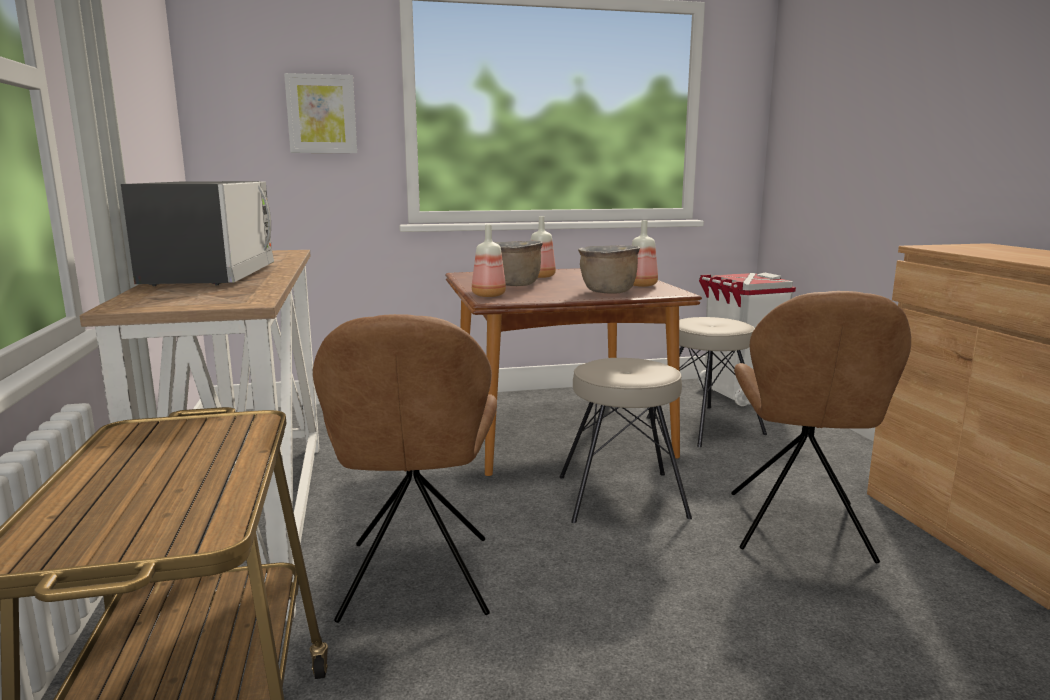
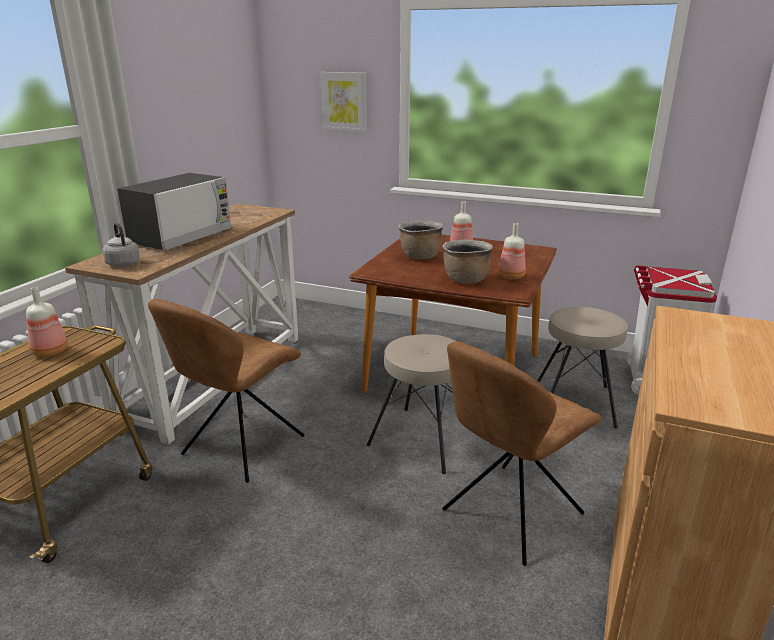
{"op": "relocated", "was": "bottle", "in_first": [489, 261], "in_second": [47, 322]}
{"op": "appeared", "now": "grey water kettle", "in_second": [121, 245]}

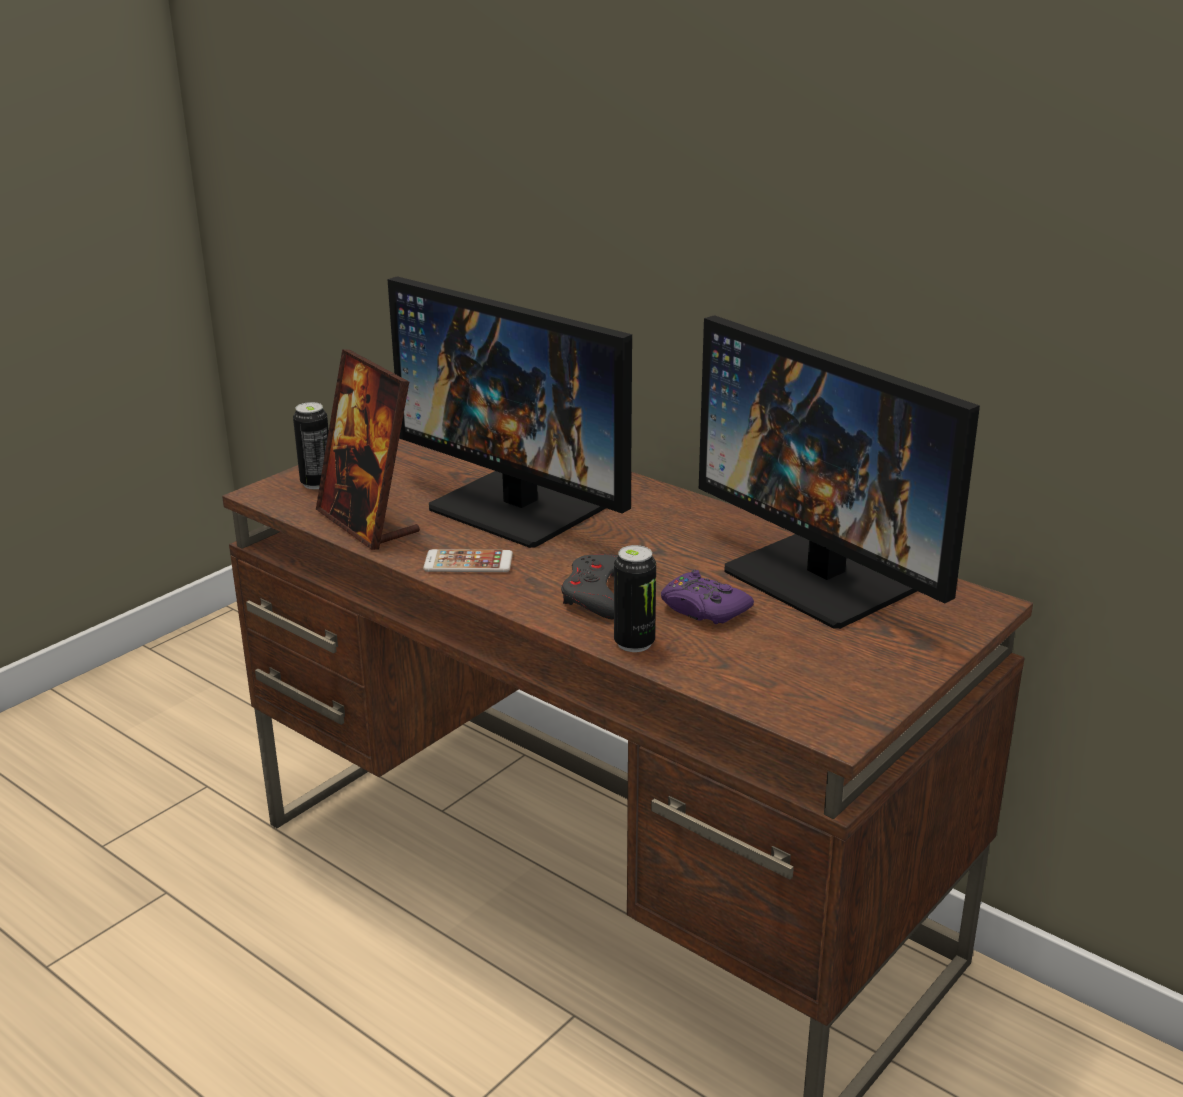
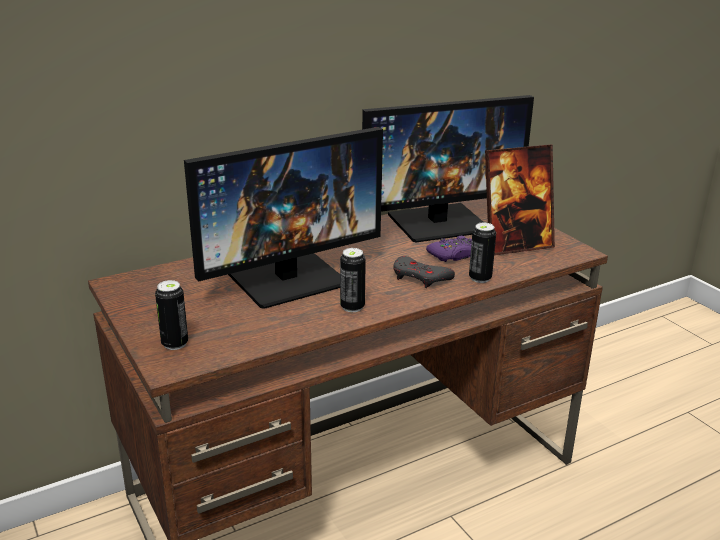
{"op": "relocated", "was": "photo frame", "in_first": [368, 449], "in_second": [520, 199]}
{"op": "exchanged", "was": "phone", "now": "metal can", "in_first": [468, 560], "in_second": [353, 280]}

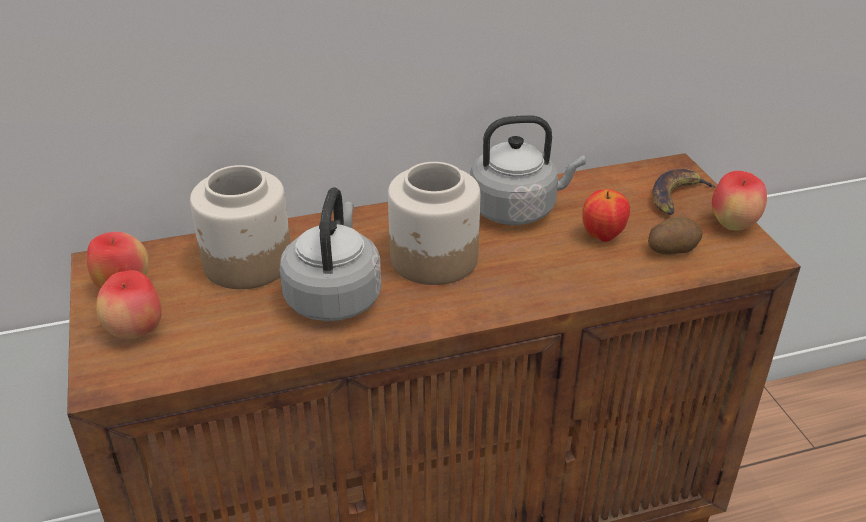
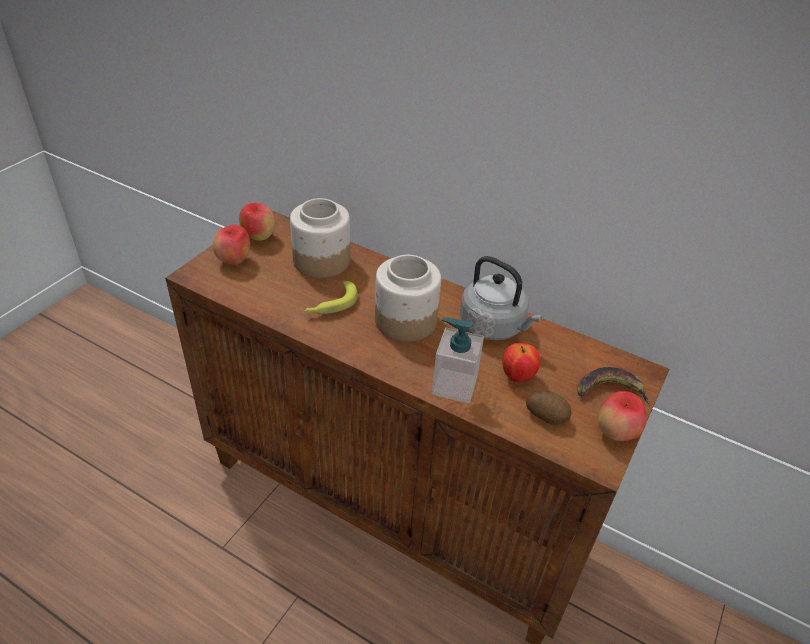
{"op": "exchanged", "was": "grey water kettle", "now": "whole banana", "in_first": [331, 254], "in_second": [331, 297]}
{"op": "appeared", "now": "soap bottle", "in_second": [458, 360]}

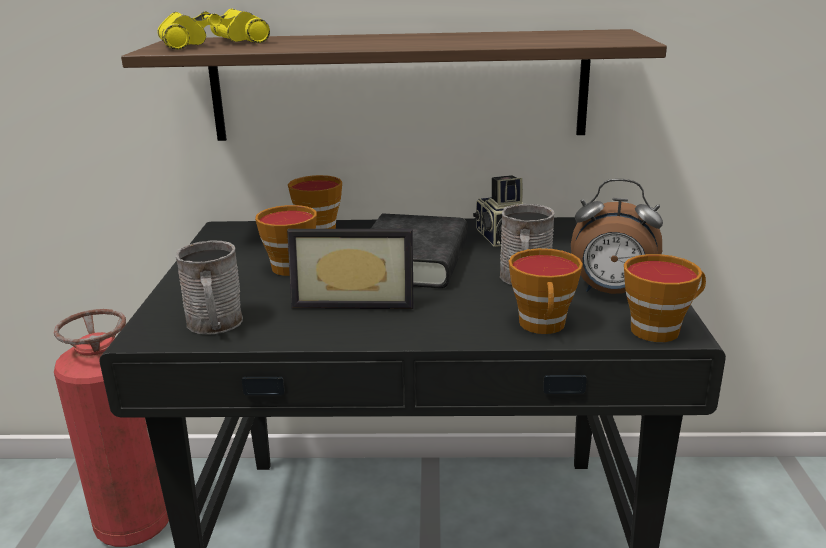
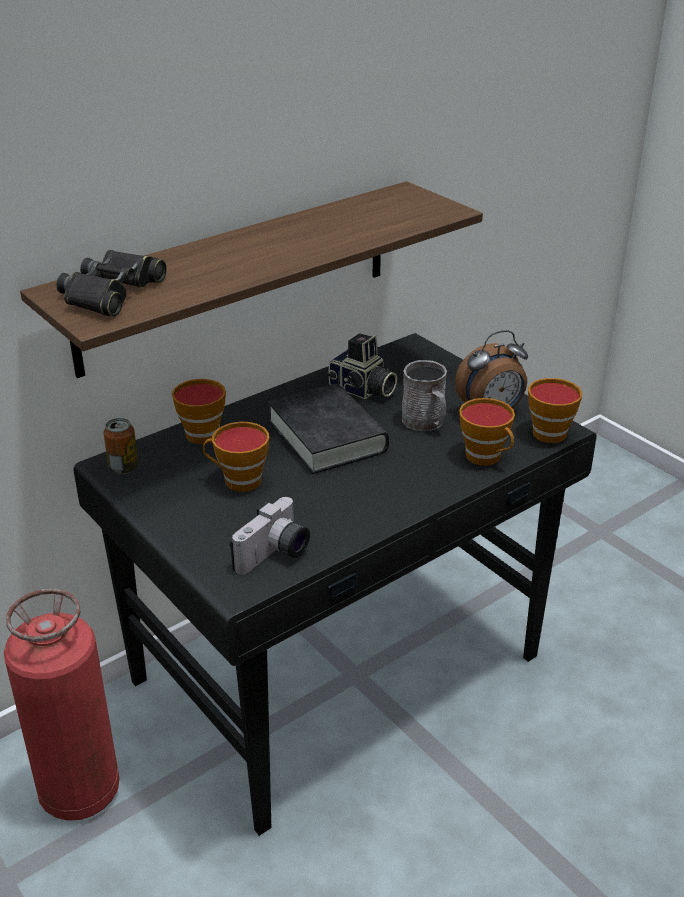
{"op": "colour", "was": "yellow field glasses", "now": "black-coloured field glasses", "in_first": [213, 29], "in_second": [112, 283]}
{"op": "missing", "was": "photo frame", "in_first": [350, 269]}
{"op": "exchanged", "was": "grey mug", "now": "still camera", "in_first": [209, 287], "in_second": [269, 536]}
{"op": "appeared", "now": "metal can", "in_second": [120, 446]}

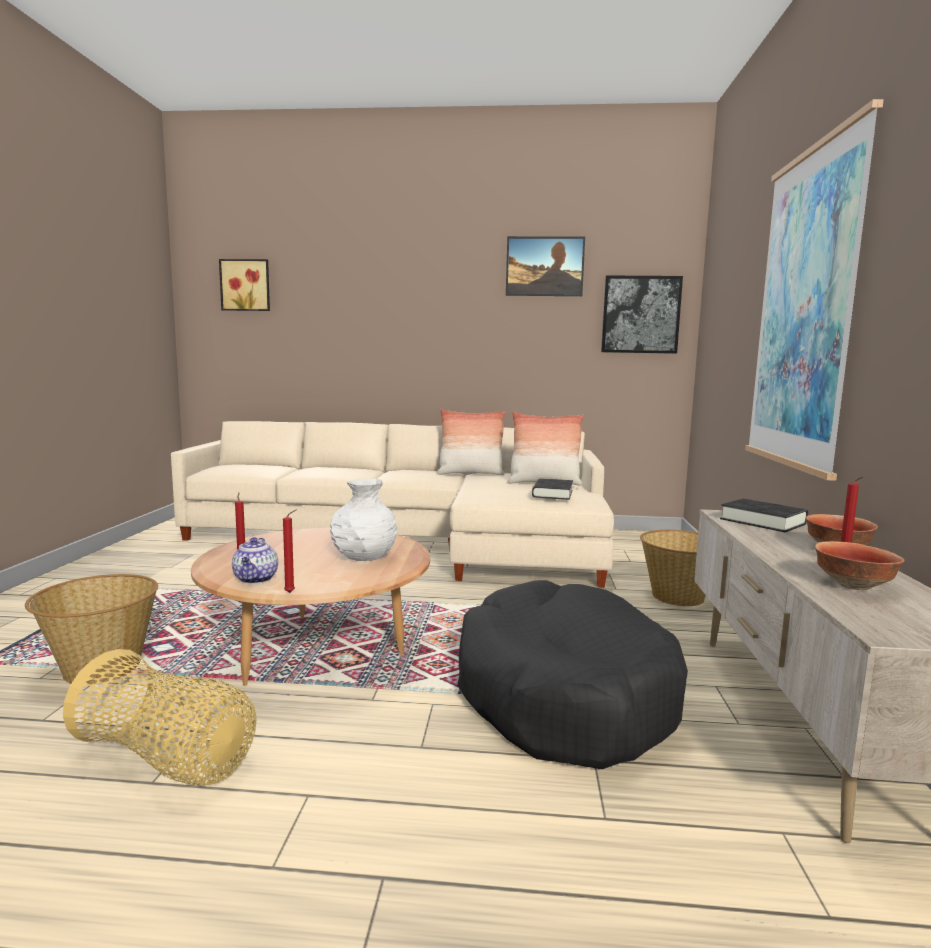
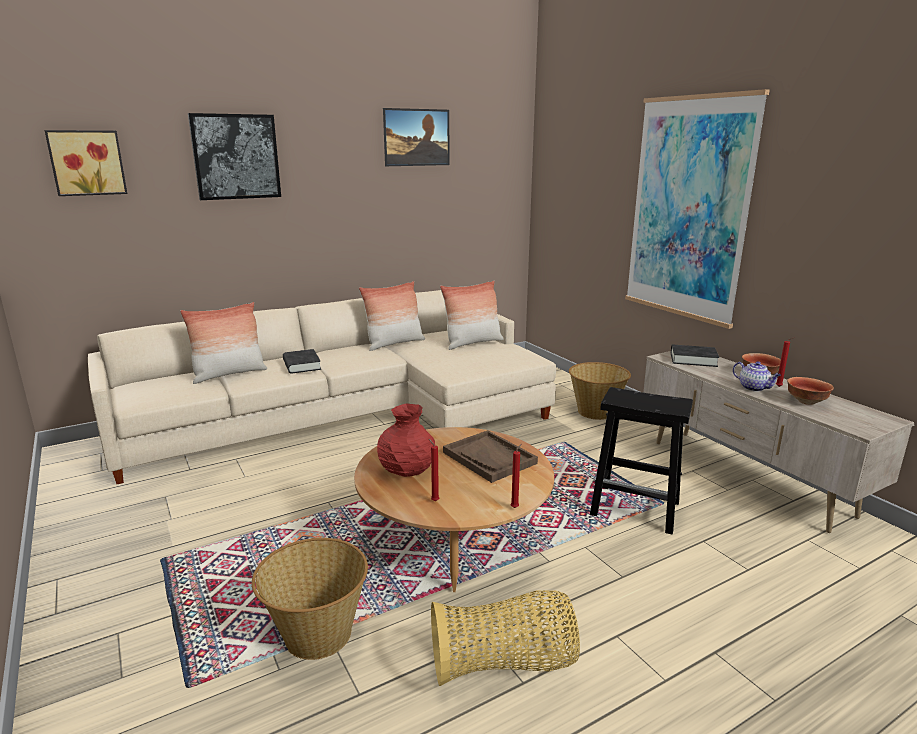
{"op": "relocated", "was": "picture", "in_first": [642, 315], "in_second": [234, 156]}
{"op": "relocated", "was": "black-coloured volume", "in_first": [552, 489], "in_second": [302, 361]}
{"op": "exchanged", "was": "whitish vase", "now": "brownish tray", "in_first": [363, 520], "in_second": [490, 456]}
{"op": "relocated", "was": "pot for tea", "in_first": [255, 560], "in_second": [757, 376]}
{"op": "exchanged", "was": "black-coloured pet bed", "now": "black-coloured stool", "in_first": [573, 674], "in_second": [641, 460]}
{"op": "appeared", "now": "pillow", "in_second": [223, 343]}
{"op": "appeared", "now": "red-coloured vase", "in_second": [406, 440]}

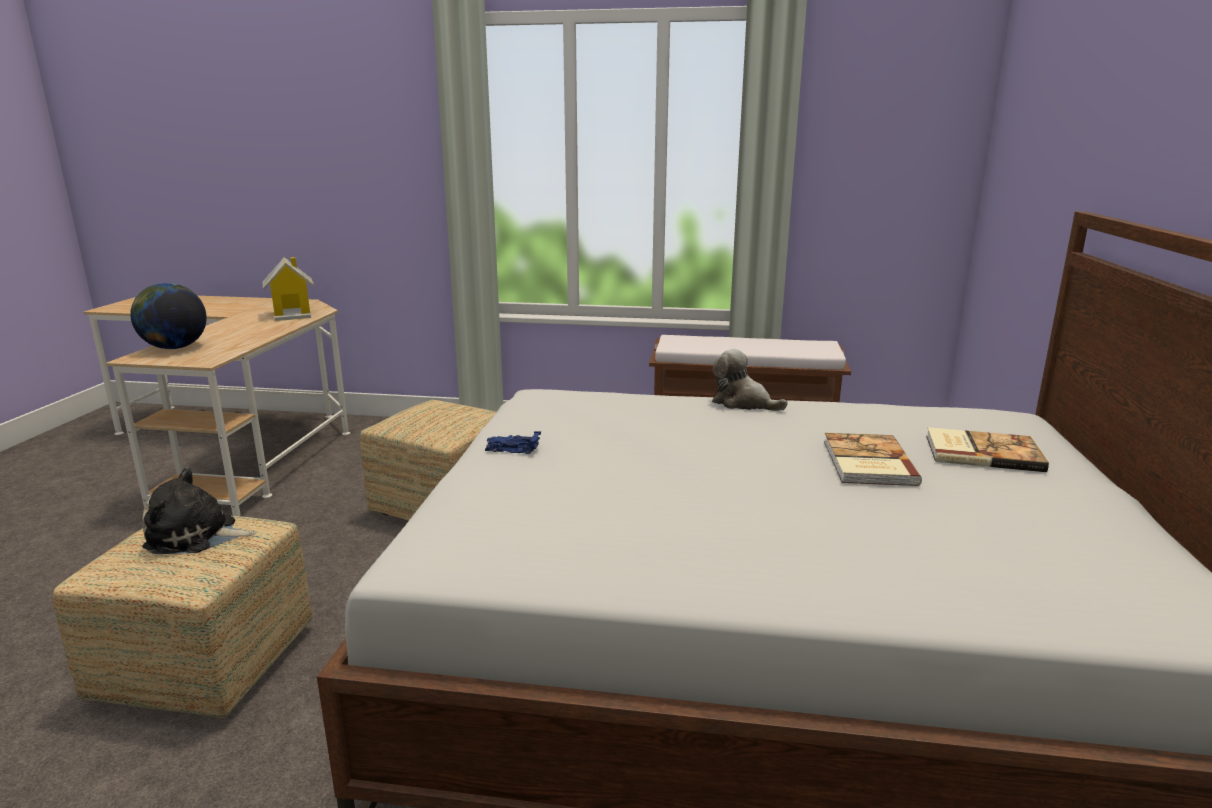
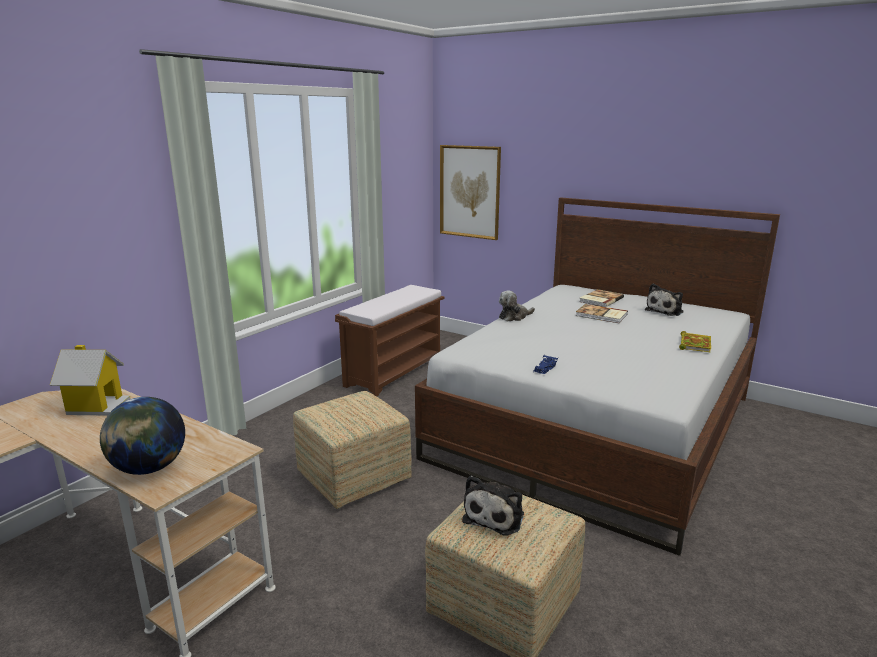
{"op": "appeared", "now": "picture", "in_second": [470, 192]}
{"op": "appeared", "now": "soft toy", "in_second": [664, 299]}
{"op": "appeared", "now": "volume", "in_second": [695, 341]}

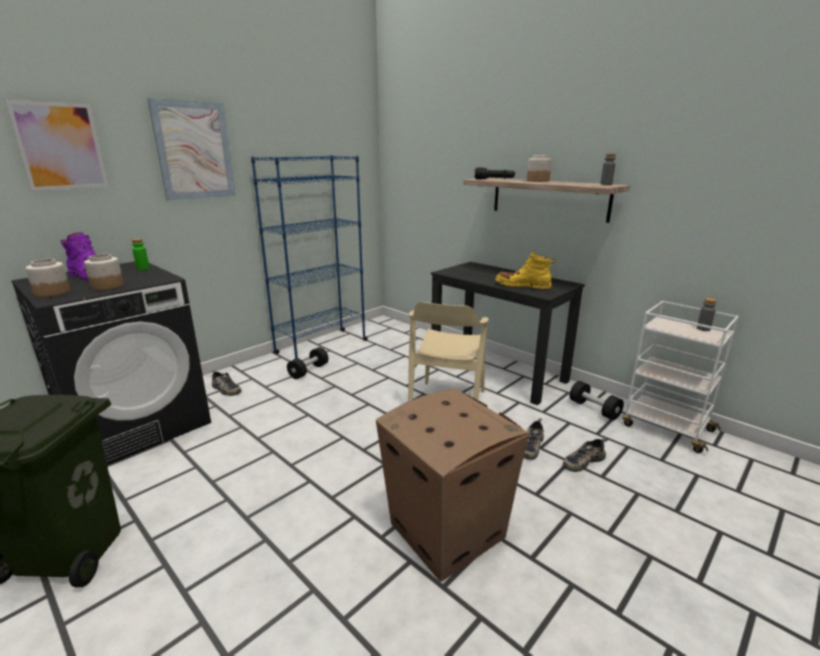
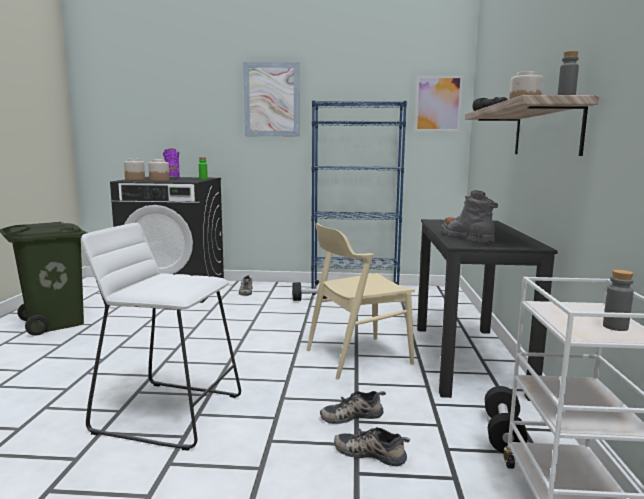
{"op": "relocated", "was": "picture", "in_first": [57, 145], "in_second": [438, 104]}
{"op": "colour", "was": "yellow high-top boot", "now": "grey high-top boot", "in_first": [525, 269], "in_second": [470, 216]}
{"op": "exchanged", "was": "carton", "now": "whitish stool", "in_first": [452, 485], "in_second": [161, 337]}

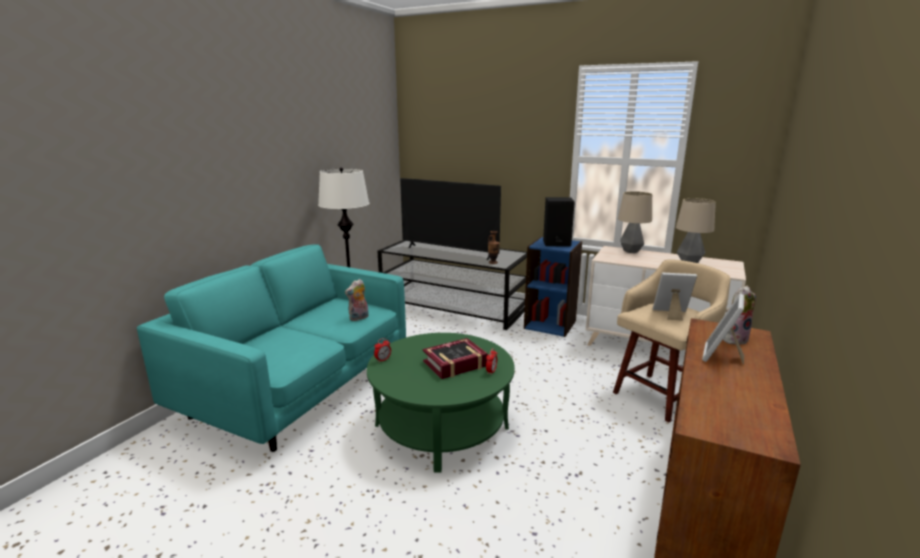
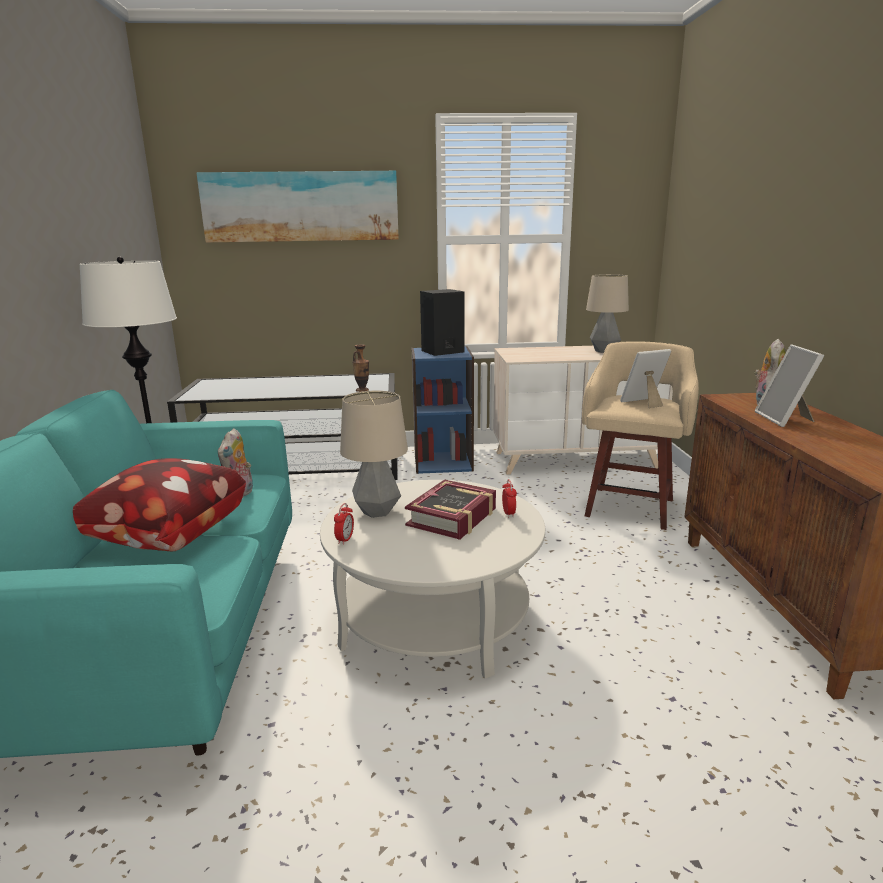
{"op": "missing", "was": "TV", "in_first": [450, 219]}
{"op": "relocated", "was": "tabletop lamp", "in_first": [635, 222], "in_second": [374, 454]}
{"op": "colour", "was": "greenish lounge table", "now": "whitish lounge table", "in_first": [441, 402], "in_second": [432, 579]}
{"op": "appeared", "now": "picture", "in_second": [298, 206]}
{"op": "appeared", "now": "pillow", "in_second": [159, 504]}

